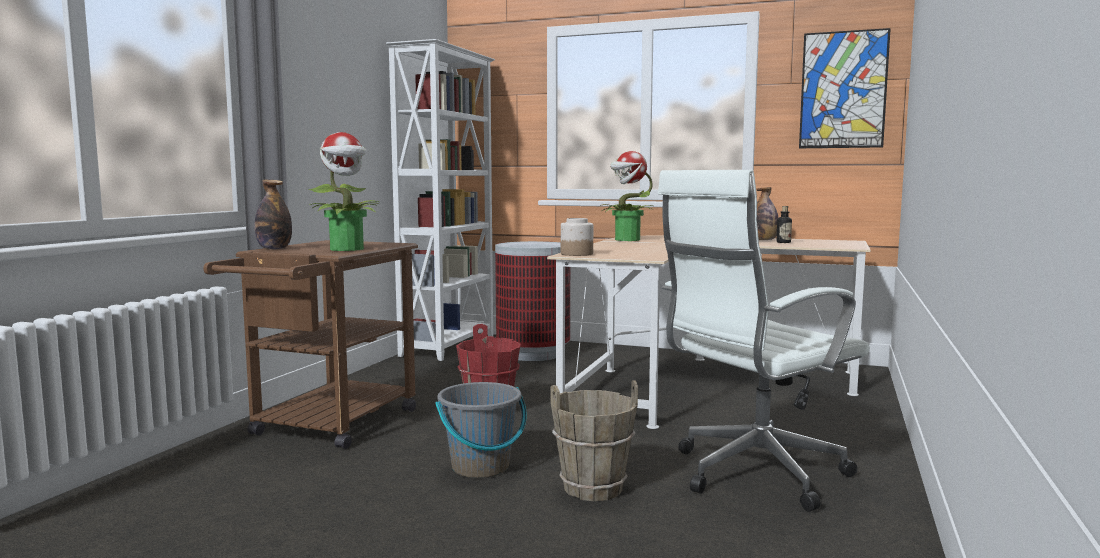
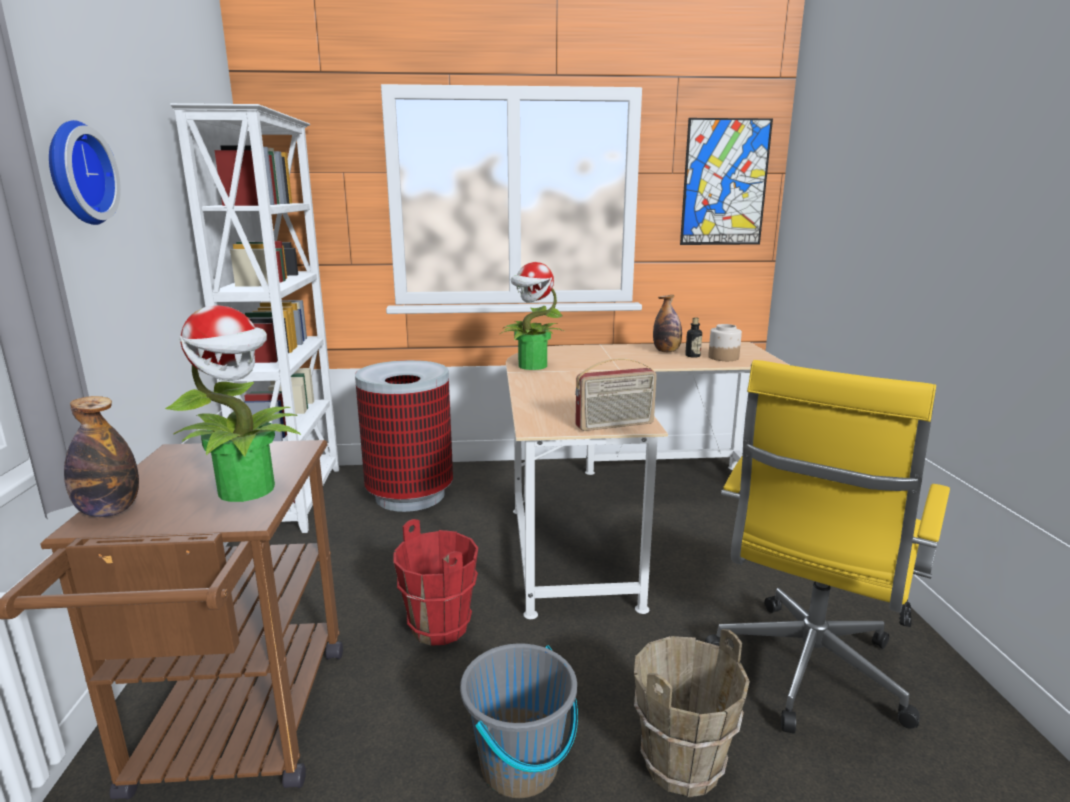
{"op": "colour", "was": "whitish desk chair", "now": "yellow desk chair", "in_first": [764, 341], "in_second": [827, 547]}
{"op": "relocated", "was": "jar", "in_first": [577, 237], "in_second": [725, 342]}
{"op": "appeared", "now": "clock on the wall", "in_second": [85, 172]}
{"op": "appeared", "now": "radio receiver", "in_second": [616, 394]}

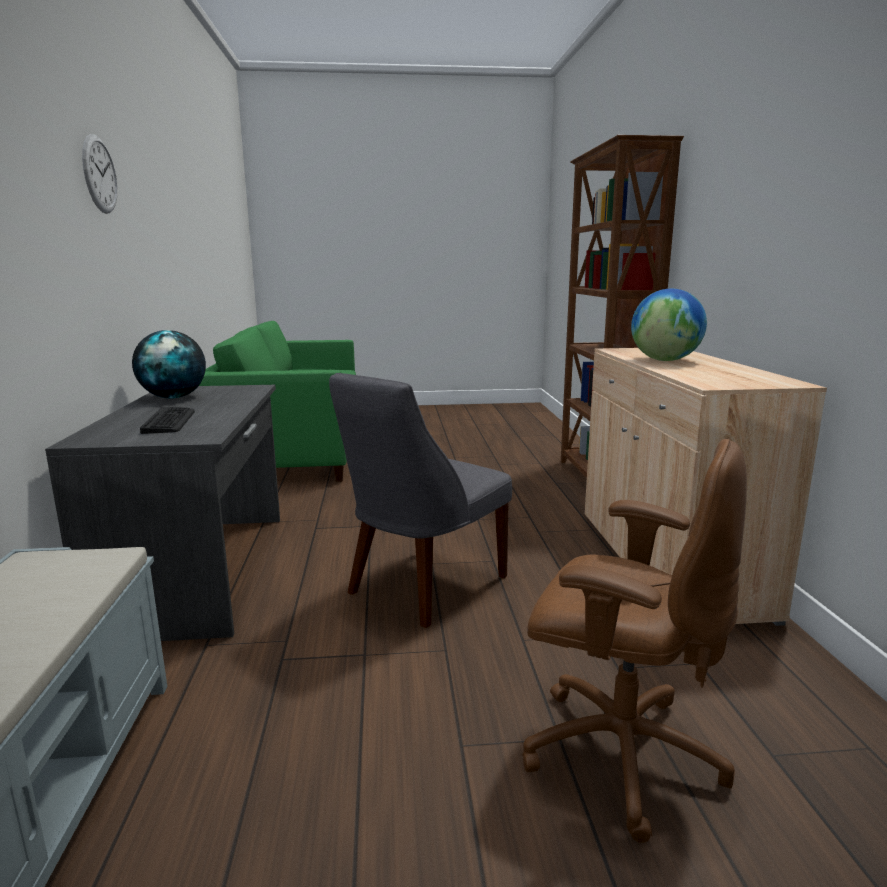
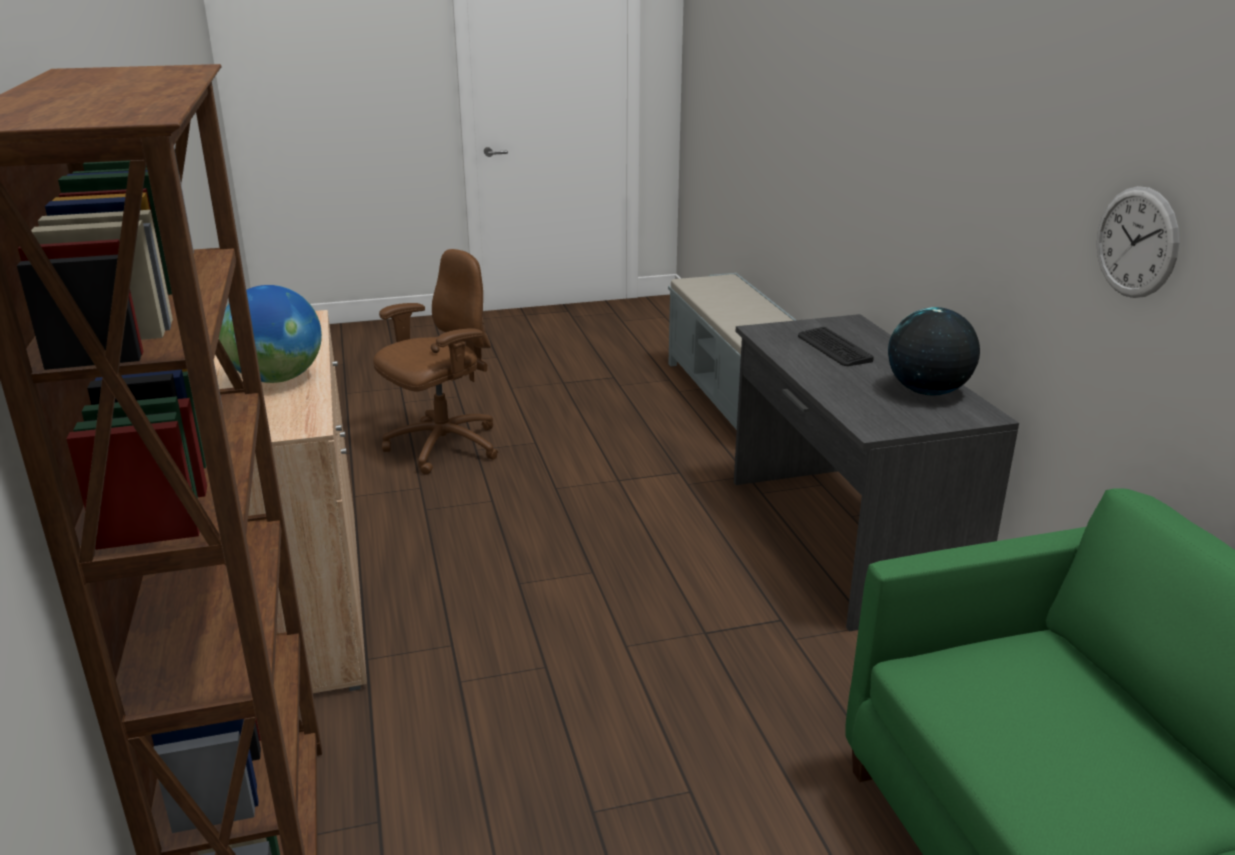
{"op": "relocated", "was": "clock on the wall", "in_first": [100, 174], "in_second": [1138, 242]}
{"op": "missing", "was": "grey plain chair", "in_first": [420, 500]}
{"op": "spun", "was": "brownish desk chair", "in_first": [634, 641], "in_second": [435, 362], "clockwise": 120}

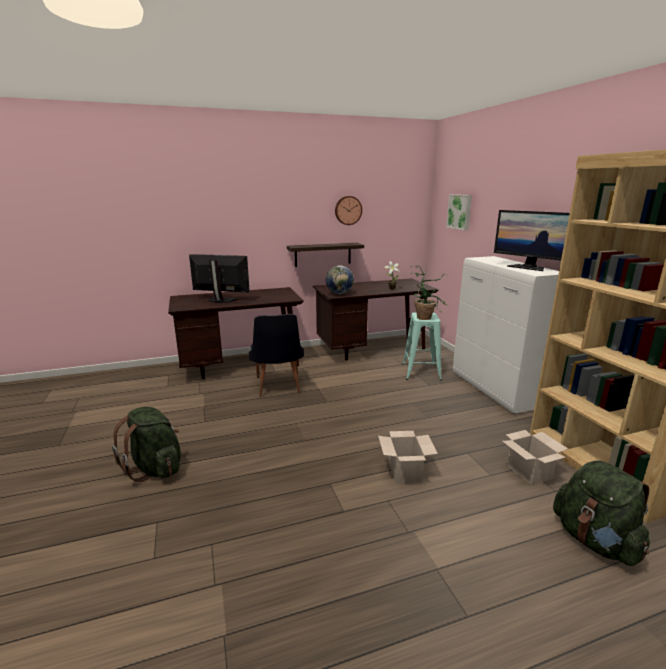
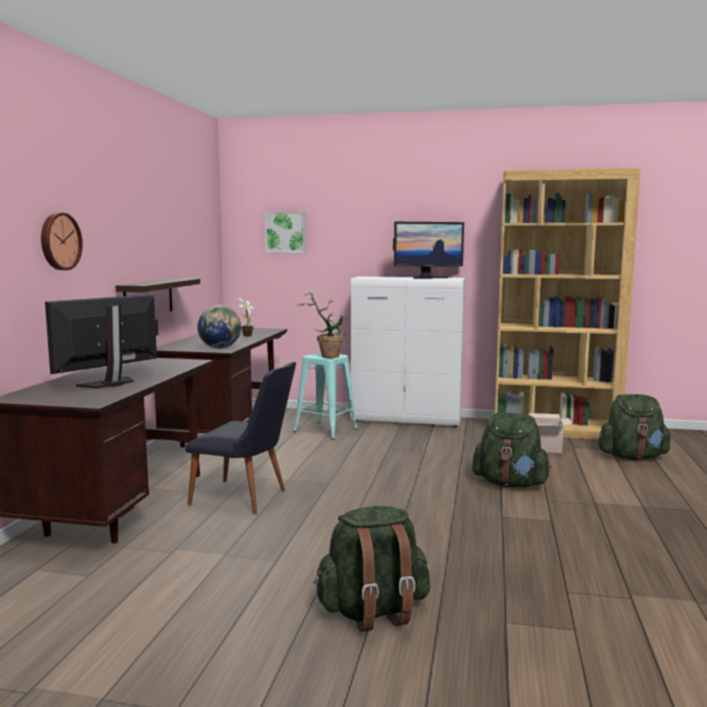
{"op": "relocated", "was": "clock on the wall", "in_first": [348, 210], "in_second": [62, 241]}
{"op": "exchanged", "was": "carton", "now": "greenish knapsack", "in_first": [408, 457], "in_second": [512, 450]}

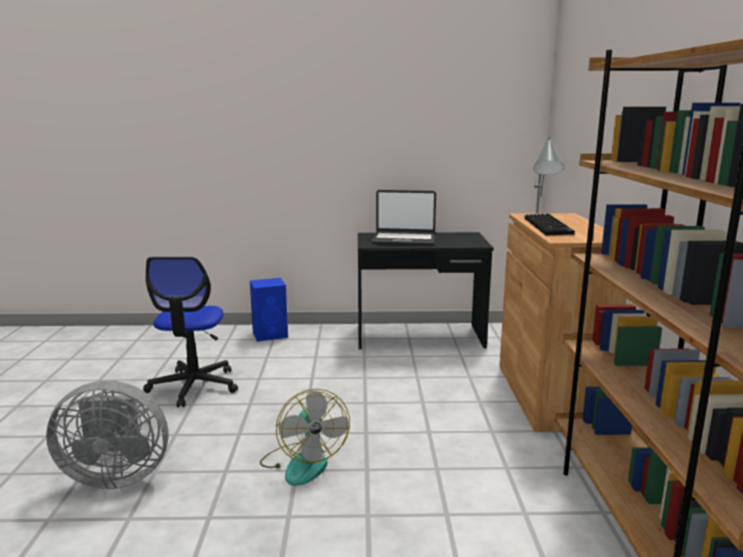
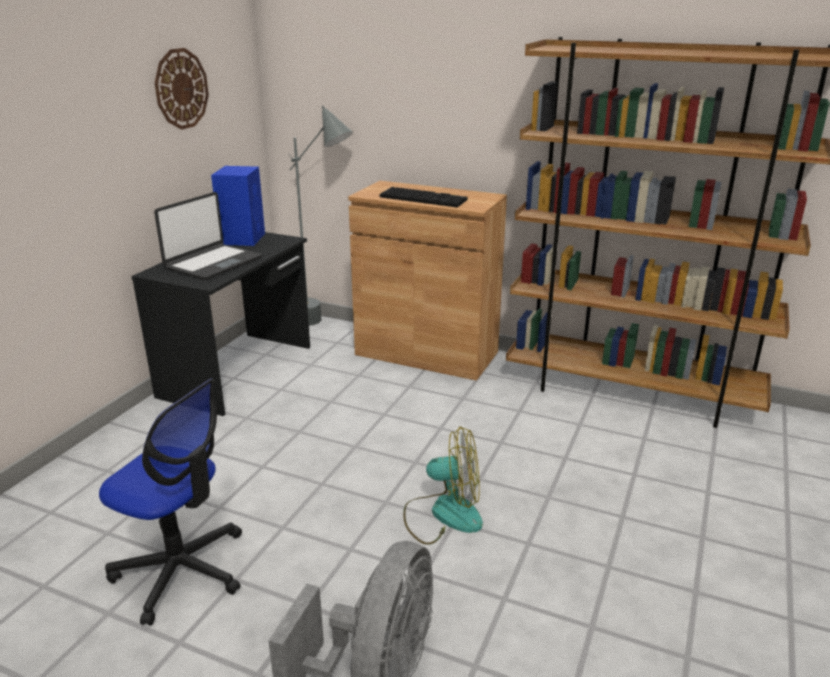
{"op": "relocated", "was": "blue audio speaker", "in_first": [269, 310], "in_second": [238, 206]}
{"op": "appeared", "now": "clock on the wall", "in_second": [182, 89]}

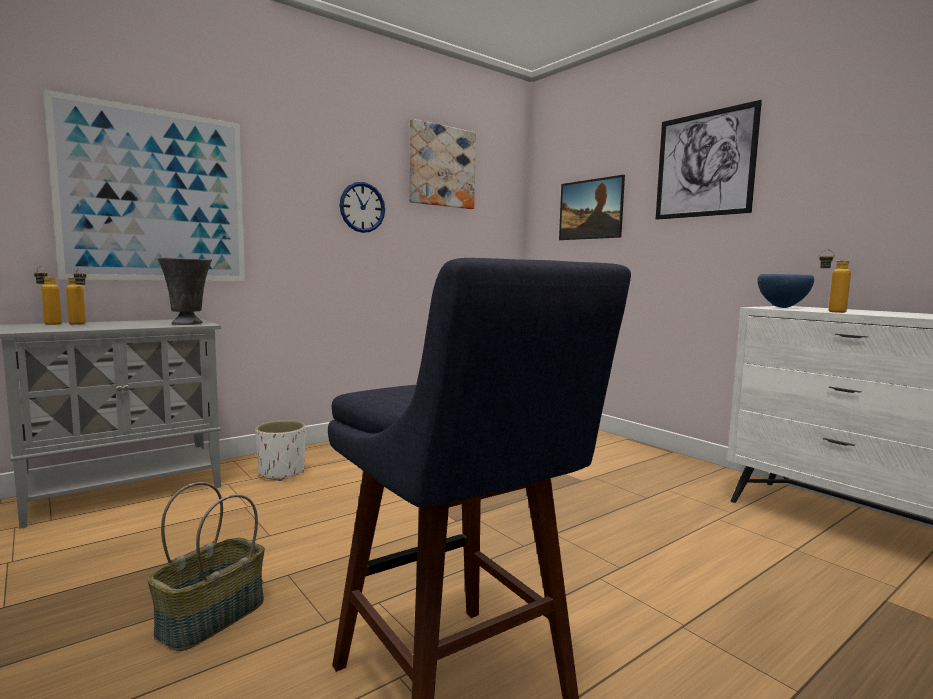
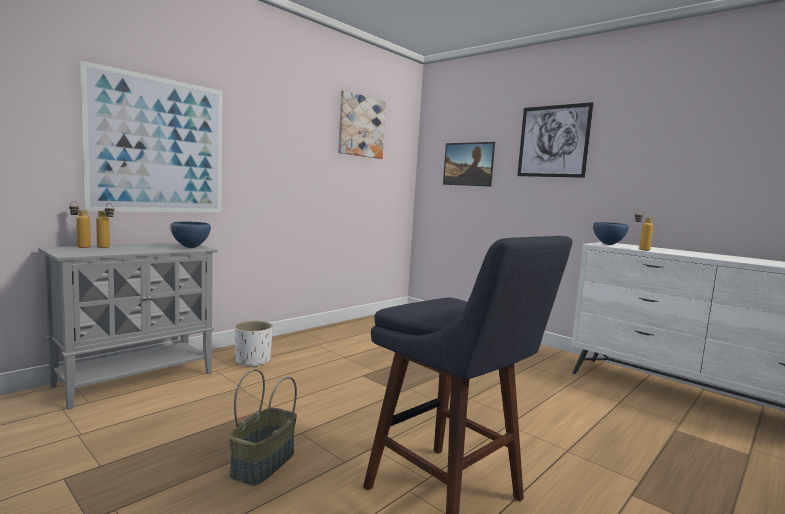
{"op": "missing", "was": "clock on the wall", "in_first": [362, 207]}
{"op": "exchanged", "was": "grey vase", "now": "blue serving bowl", "in_first": [185, 291], "in_second": [190, 234]}

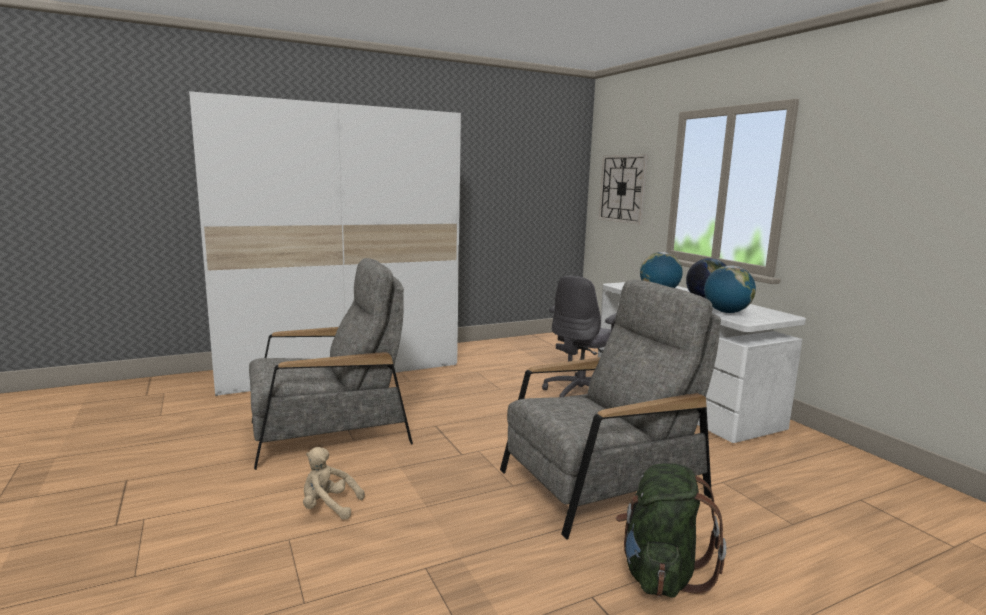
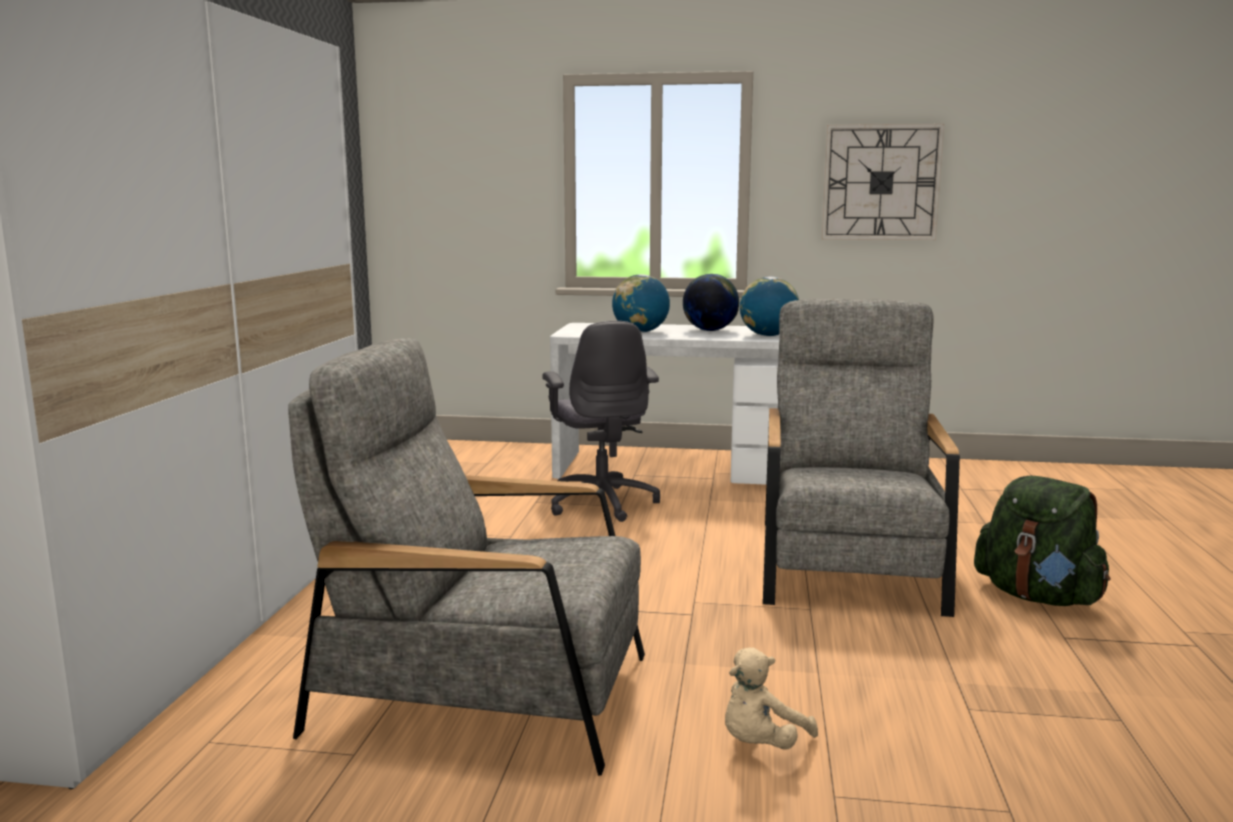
{"op": "relocated", "was": "clock on the wall", "in_first": [623, 189], "in_second": [883, 182]}
{"op": "spun", "was": "grey armchair", "in_first": [331, 364], "in_second": [466, 557], "clockwise": -90}

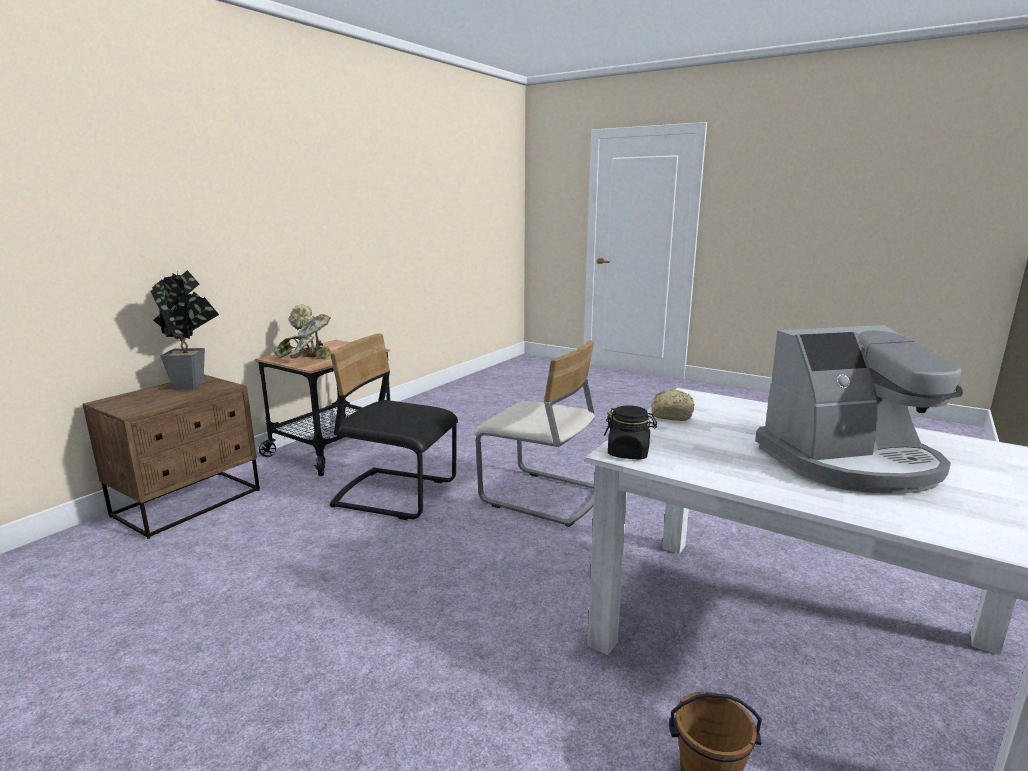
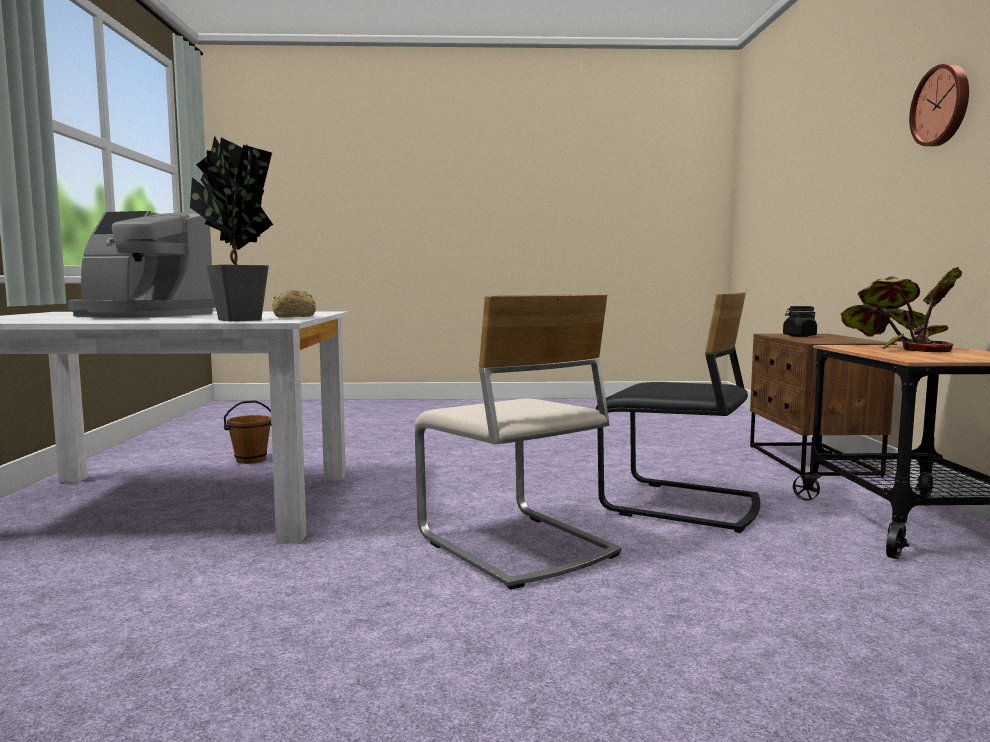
{"op": "relocated", "was": "plant in a pot", "in_first": [185, 330], "in_second": [231, 228]}
{"op": "spun", "was": "coffee brewer", "in_first": [859, 409], "in_second": [142, 264], "clockwise": -120}
{"op": "spun", "was": "black-coloured plain chair", "in_first": [394, 426], "in_second": [678, 412], "clockwise": 45}
{"op": "spun", "was": "beige-coloured plain chair", "in_first": [534, 433], "in_second": [517, 441], "clockwise": -120}
{"op": "relocated", "was": "black-coloured jar", "in_first": [630, 432], "in_second": [800, 321]}
{"op": "appeared", "now": "clock on the wall", "in_second": [939, 105]}

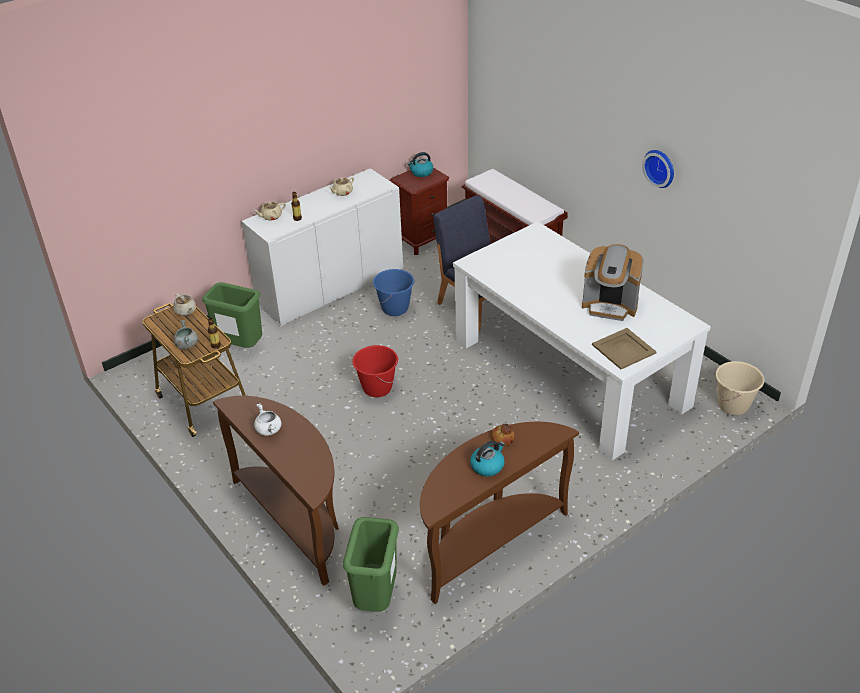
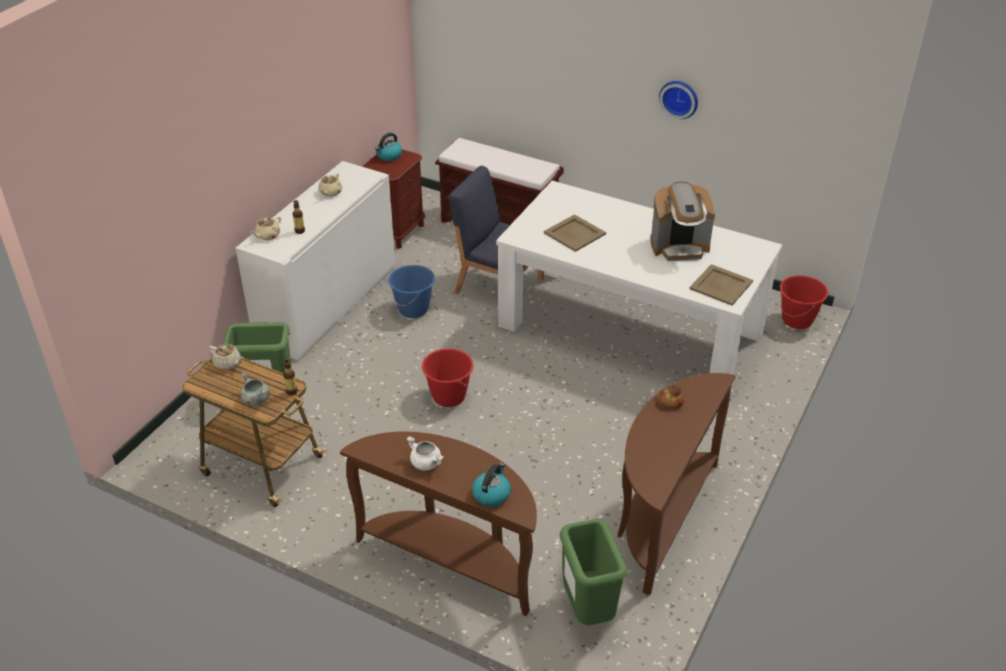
{"op": "colour", "was": "beige-coloured pail", "now": "red-coloured pail", "in_first": [740, 388], "in_second": [804, 302]}
{"op": "relocated", "was": "water kettle", "in_first": [487, 459], "in_second": [491, 485]}
{"op": "appeared", "now": "beige-coloured tray", "in_second": [575, 233]}

